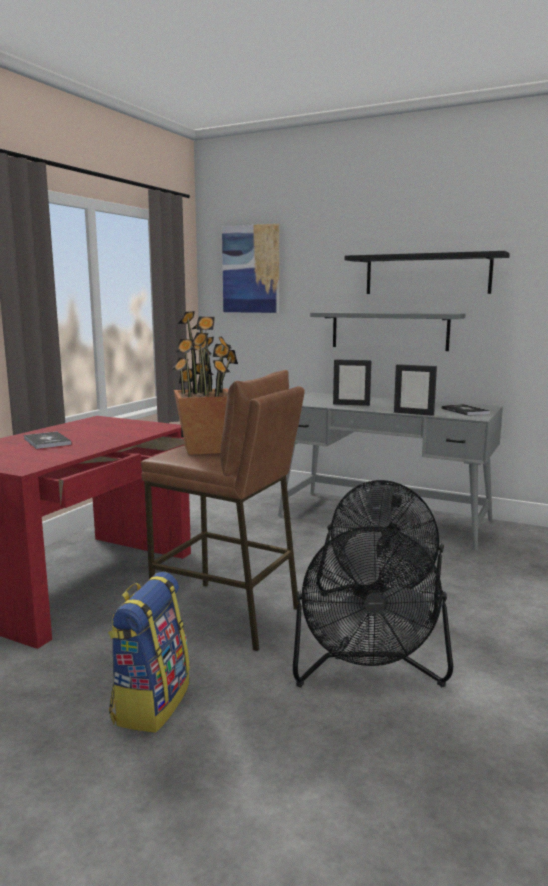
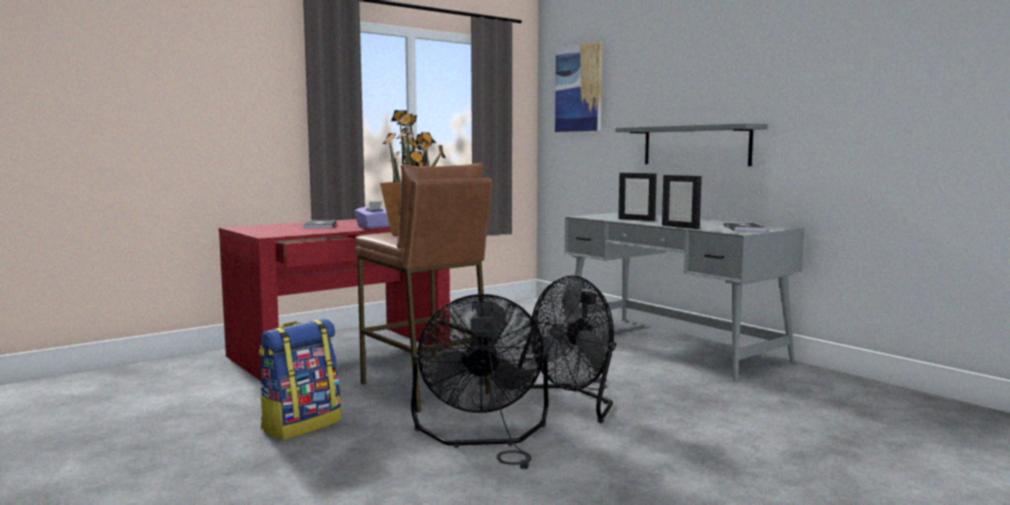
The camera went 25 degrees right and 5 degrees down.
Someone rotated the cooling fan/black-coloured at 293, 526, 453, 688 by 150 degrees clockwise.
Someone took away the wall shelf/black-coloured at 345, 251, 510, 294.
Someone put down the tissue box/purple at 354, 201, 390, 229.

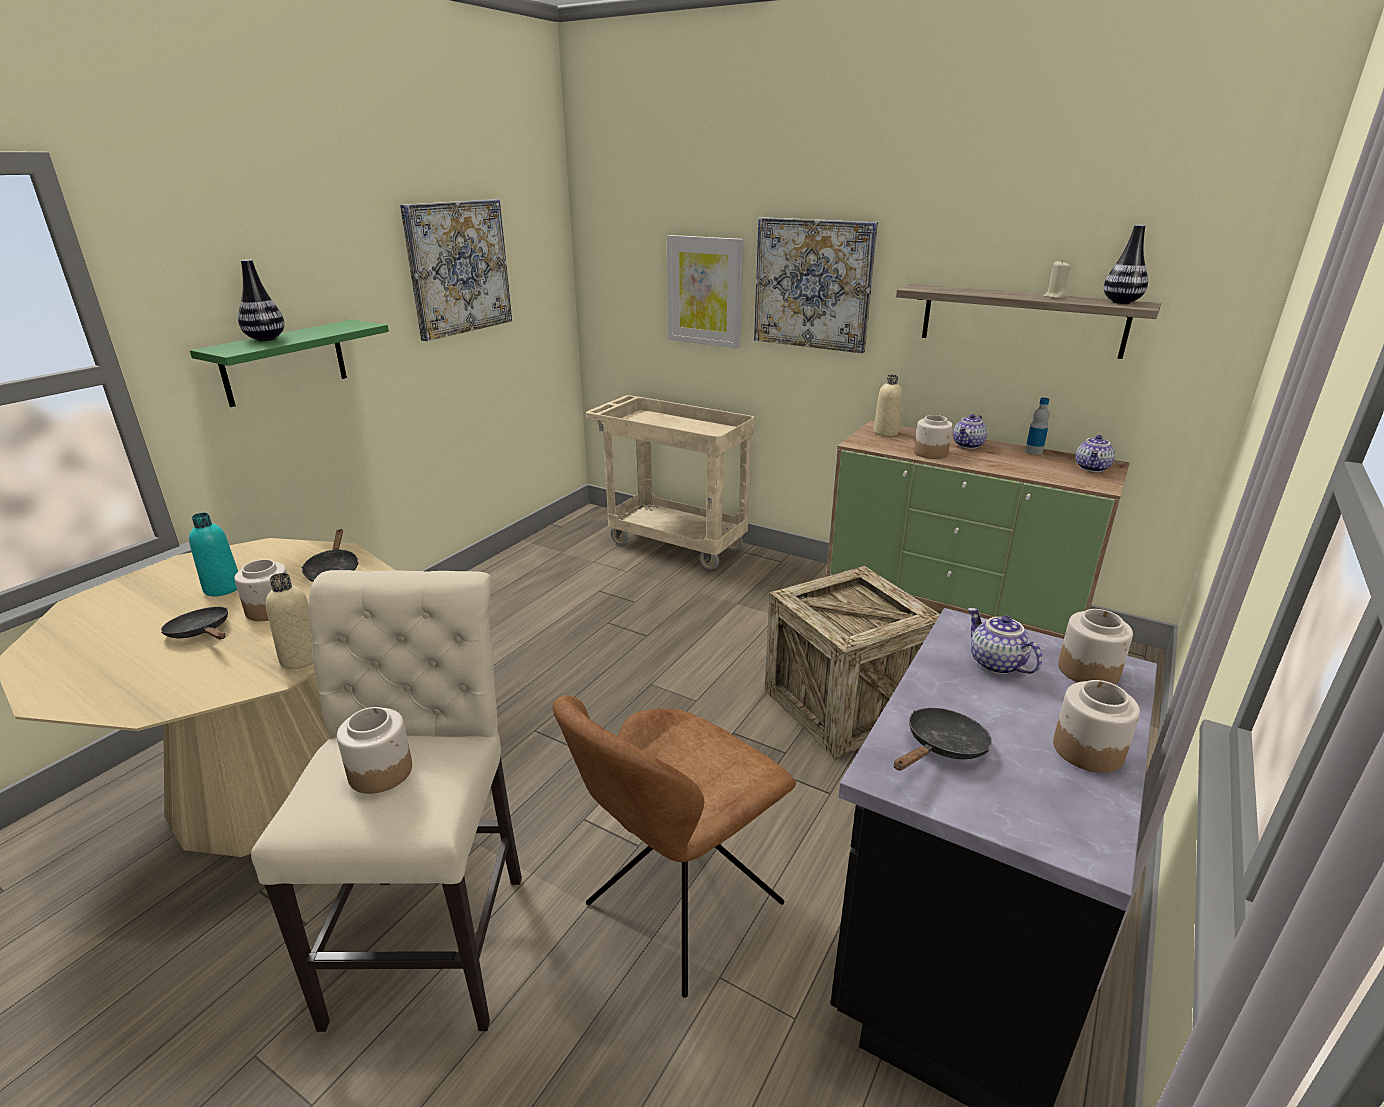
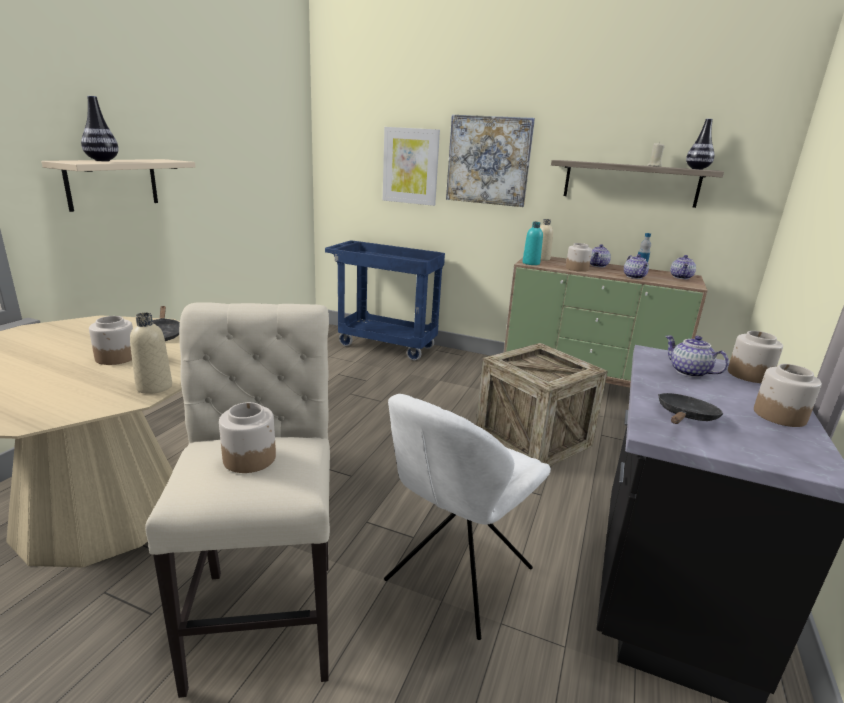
The camera went 10 degrees left and 5 degrees down.
Someone took away the skillet/black-coloured at 161, 607, 228, 640.
Someone carried the beverage bottle/turquoise from 189, 513, 238, 596 to 522, 222, 543, 265.
Someone repainted the wall shelf/greenish at 190, 320, 389, 407, which became the wall shelf/sand-coloured at 41, 159, 195, 212.
Someone took away the picture at 400, 199, 512, 341.
Someone repainted the chair/brownish at 552, 695, 796, 998, which became the chair/white at 384, 394, 551, 640.
Someone repainted the cart/sand-coloured at 586, 395, 754, 570, which became the cart/blue at 325, 240, 445, 361.
Someone put down the tea pot at 624, 254, 649, 279.

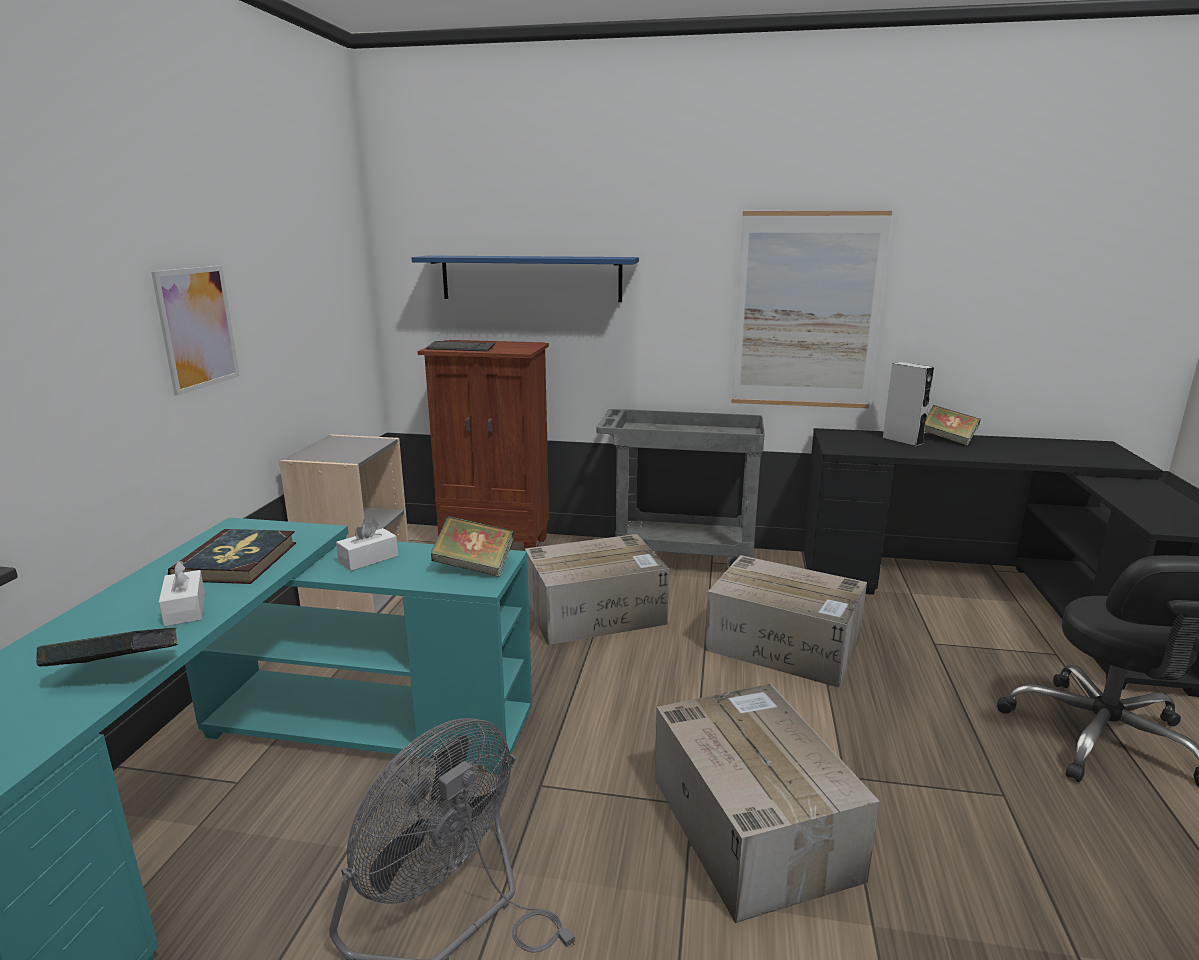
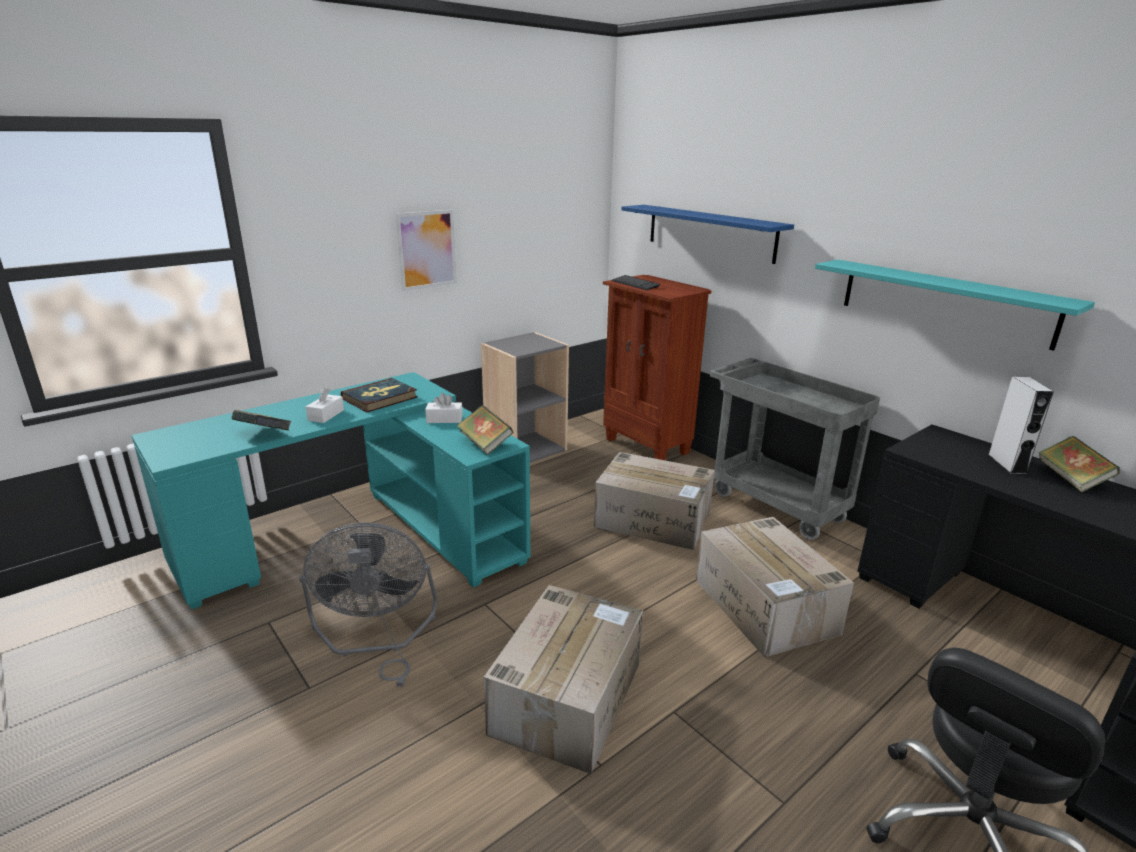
The camera went 40 degrees right and 5 degrees up.
Someone swapped the picture at 732, 211, 892, 408 for the wall shelf/turquoise at 815, 260, 1095, 351.

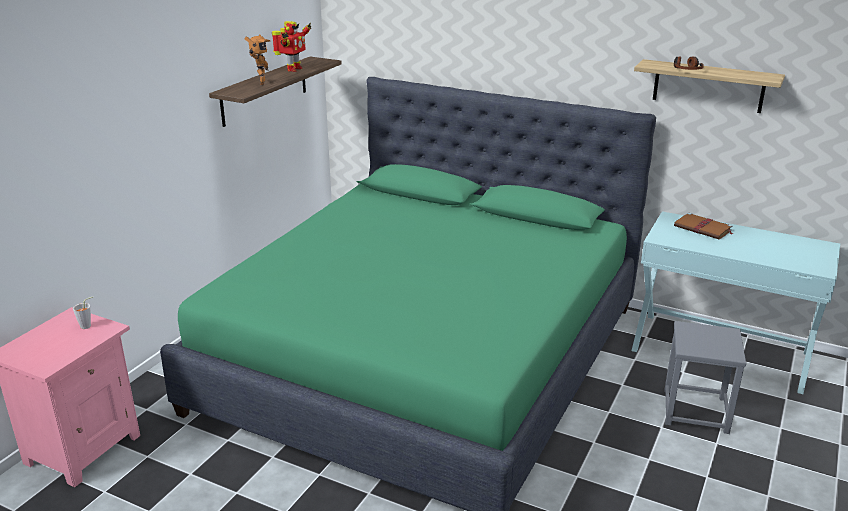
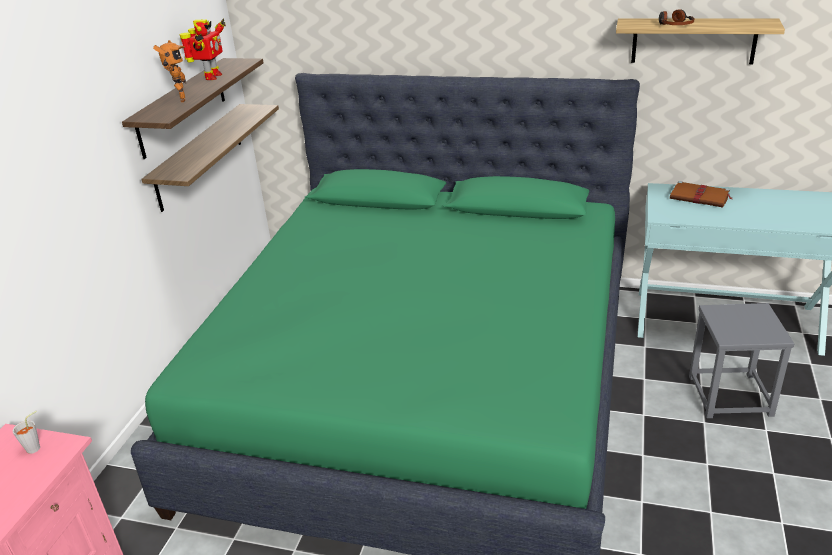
The camera went 10 degrees left and 5 degrees up.
Someone put up the wall shelf at 141, 104, 279, 212.

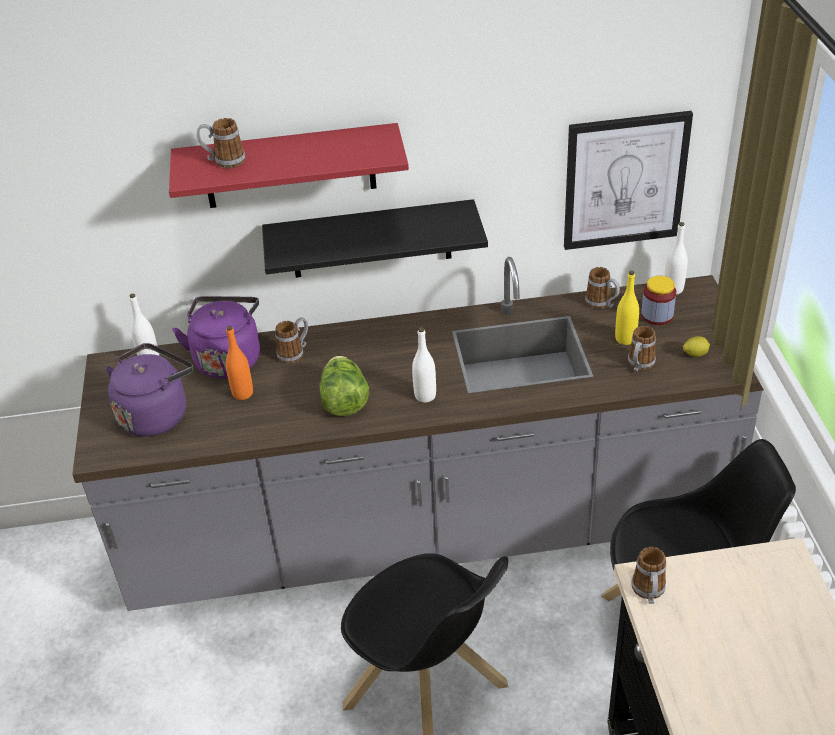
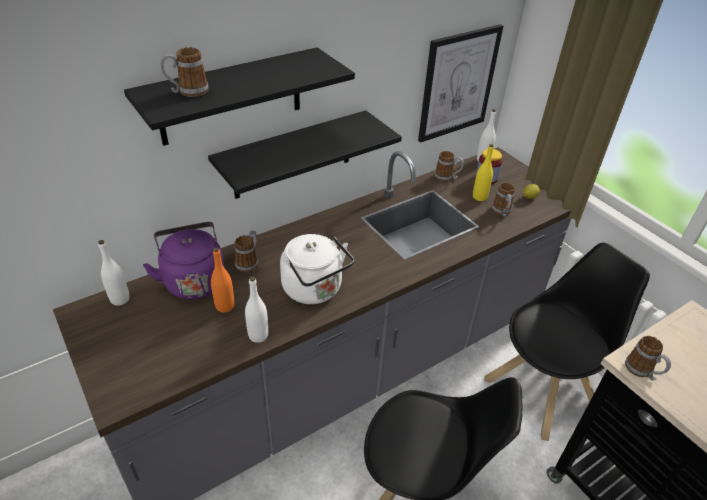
The camera went 30 degrees left and 0 degrees up.
Someone took away the water kettle/purple at 106, 343, 193, 437.
Someone repainted the wall shelf/red at 169, 123, 409, 208, which became the wall shelf/black-coloured at 124, 47, 355, 146.
Someone swapped the lettuce head at 319, 356, 369, 416 for the water kettle/white at 280, 234, 354, 304.
Someone carried the beverage bottle/white from 412, 327, 436, 403 to 245, 276, 268, 343.

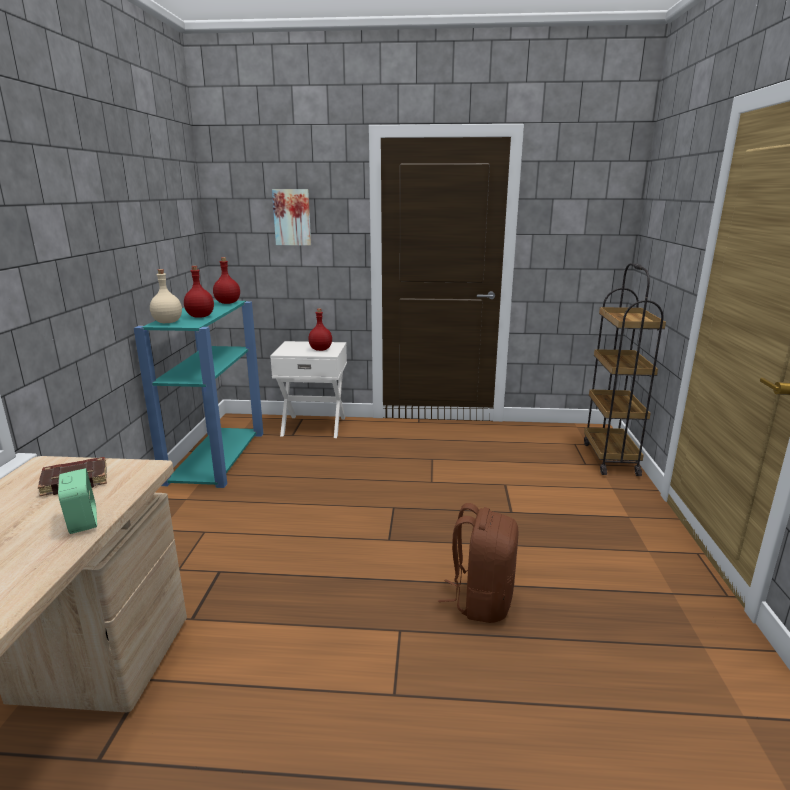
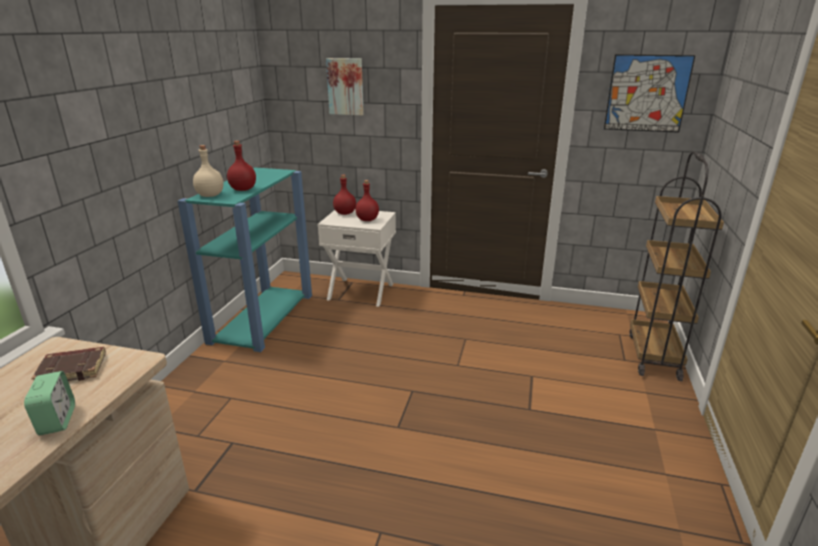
The camera went 10 degrees right and 5 degrees up.
Someone carried the beverage bottle/red from 213, 257, 240, 304 to 333, 175, 356, 215.
Someone took away the knapsack/brownish at 438, 503, 518, 623.
Someone put up the picture at 604, 54, 695, 133.

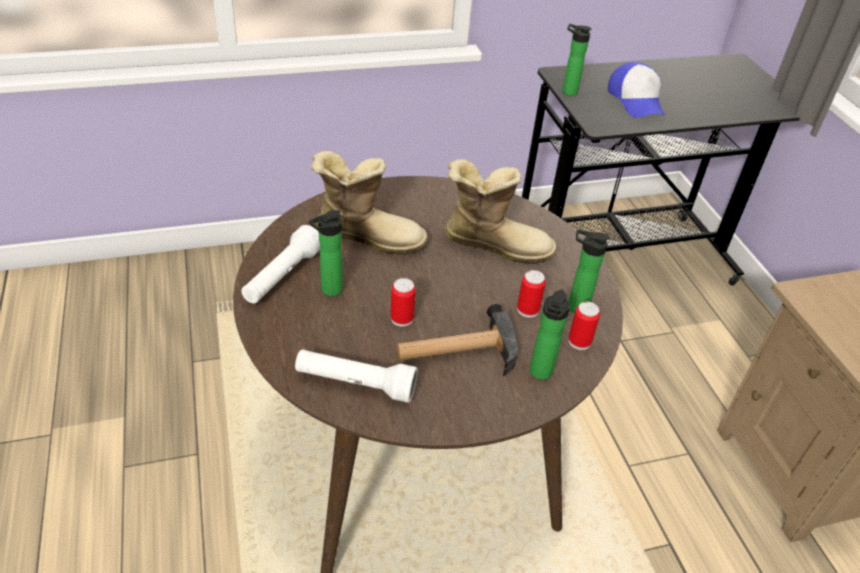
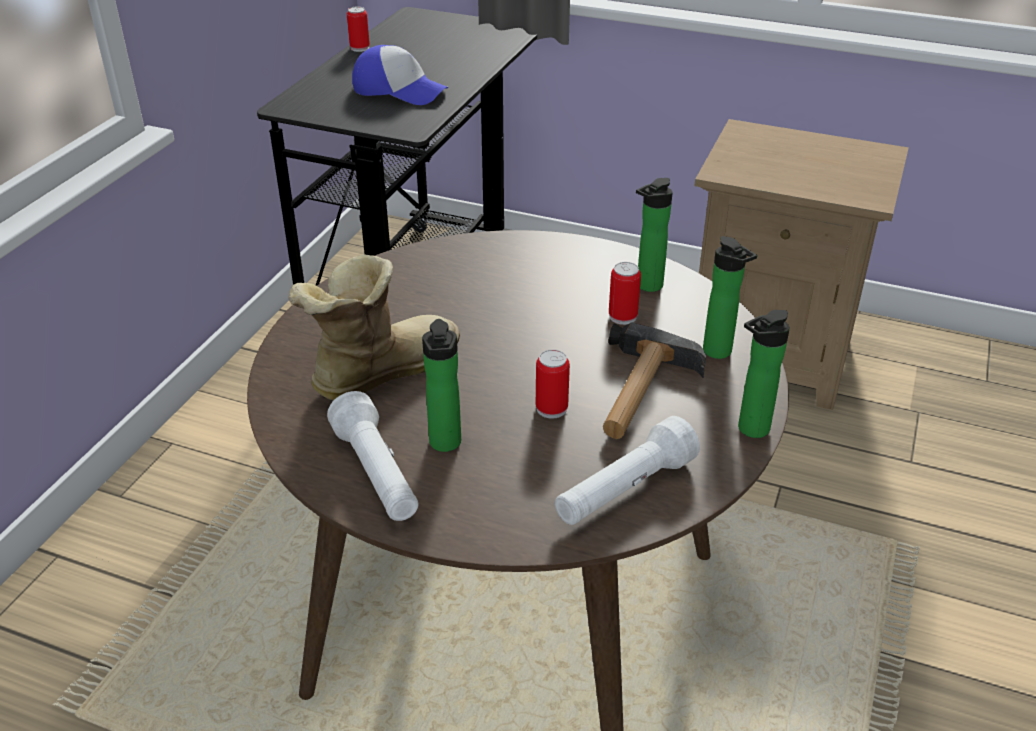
The camera went 50 degrees left and 5 degrees down.
Someone took away the boot at 446, 159, 556, 264.
Someone carried the beverage bottle from 562, 24, 592, 96 to 738, 310, 790, 438.
Someone carried the can from 569, 301, 600, 350 to 347, 7, 370, 52.

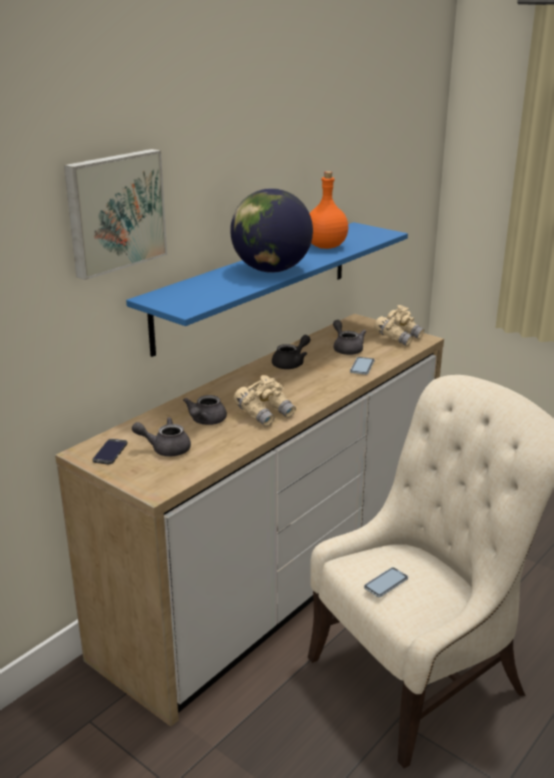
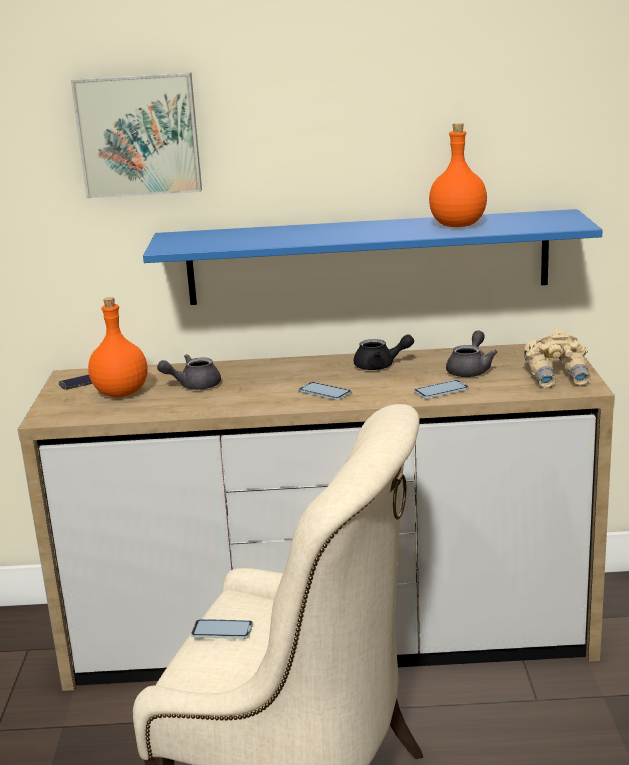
The camera went 50 degrees right and 5 degrees down.
Someone swapped the tea pot/gray at 132, 417, 191, 456 for the beverage bottle/orangey at 88, 297, 148, 397.
Someone took away the desk globe at 230, 188, 313, 273.
Someone took away the field glasses/sand-coloured at 234, 375, 296, 427.
Someone put down the handset at 299, 382, 351, 400.

